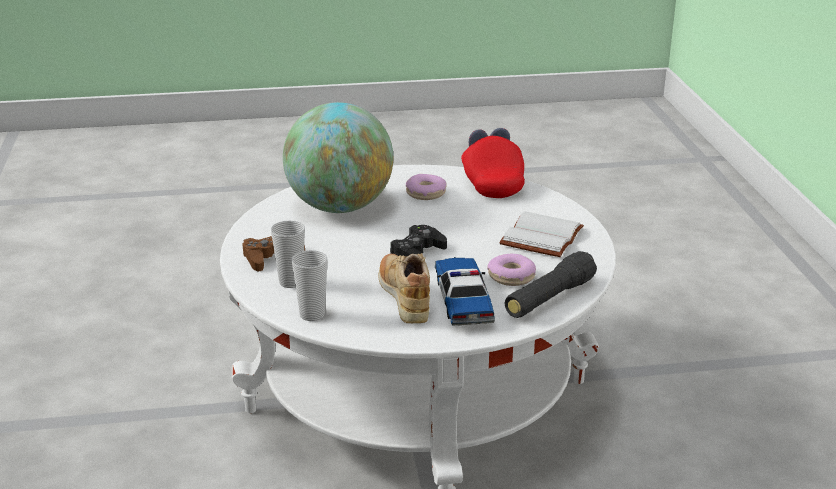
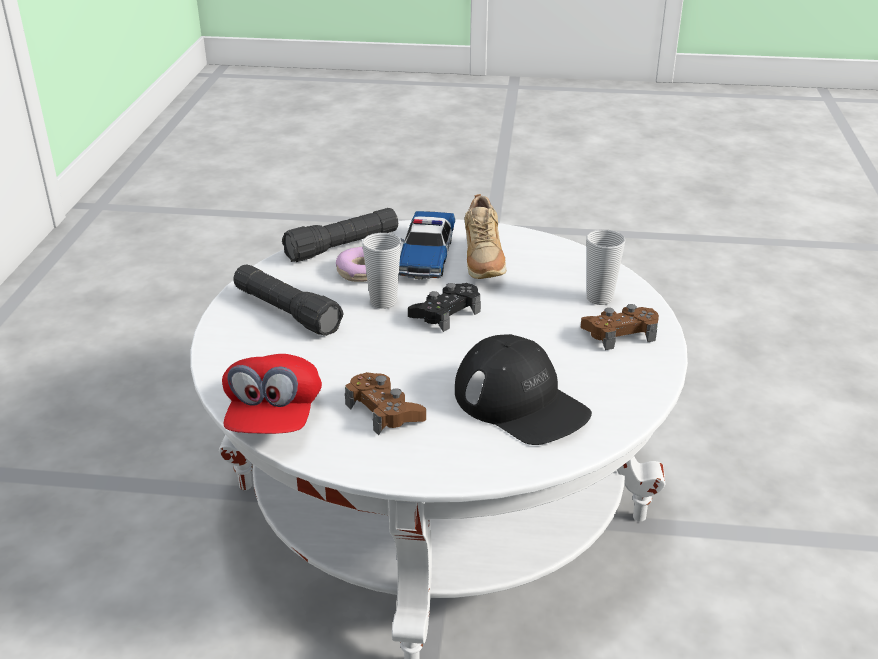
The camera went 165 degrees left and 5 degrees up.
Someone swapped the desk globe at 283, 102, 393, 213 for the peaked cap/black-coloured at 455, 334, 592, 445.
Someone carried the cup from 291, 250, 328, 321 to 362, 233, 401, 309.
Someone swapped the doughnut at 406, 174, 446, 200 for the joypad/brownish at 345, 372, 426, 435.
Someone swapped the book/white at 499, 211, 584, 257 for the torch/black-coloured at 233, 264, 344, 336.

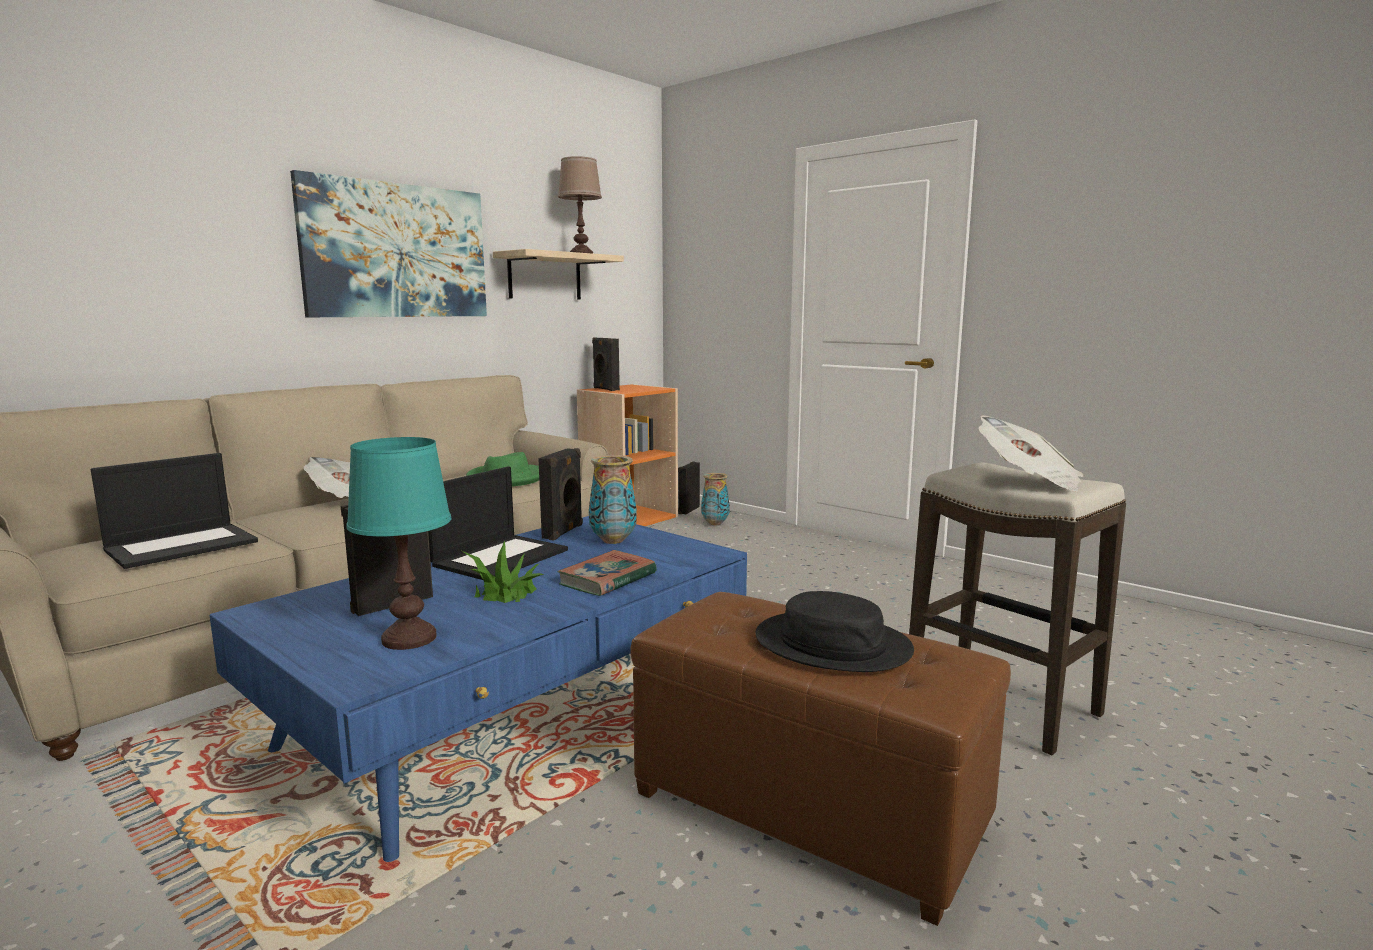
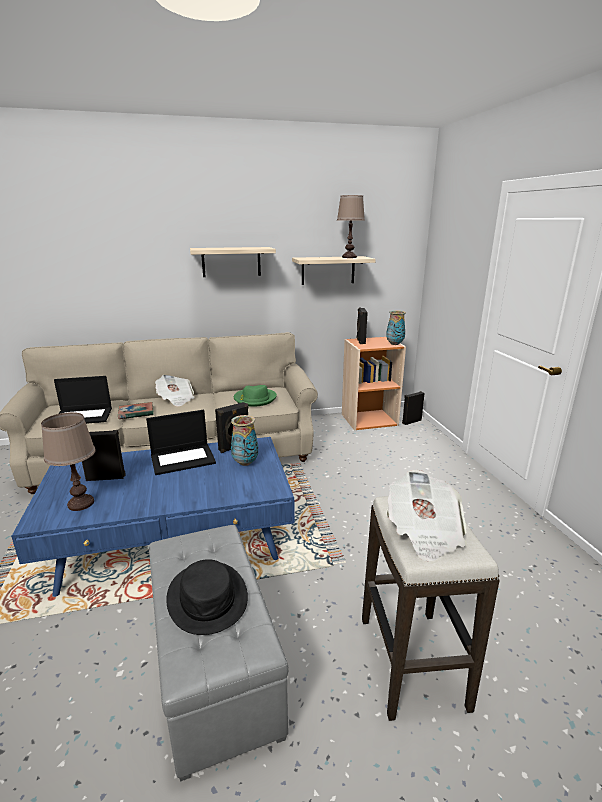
The camera went 35 degrees right and 10 degrees up.
Someone swapped the picture at 290, 170, 487, 317 for the wall shelf at 190, 247, 276, 277.
Someone repainted the lamp for a table/turquoise at 346, 437, 452, 650, which became the lamp for a table/brownish at 41, 412, 96, 511.
Someone took away the plant in a pot at 462, 540, 544, 603.
Someone carried the book from 557, 550, 657, 596 to 118, 402, 153, 419.
Someone repainted the footrest/brownish at 630, 592, 1011, 926, which became the footrest/gray at 149, 525, 289, 782.
Someone carried the flower vase from 701, 473, 730, 525 to 386, 310, 406, 345.

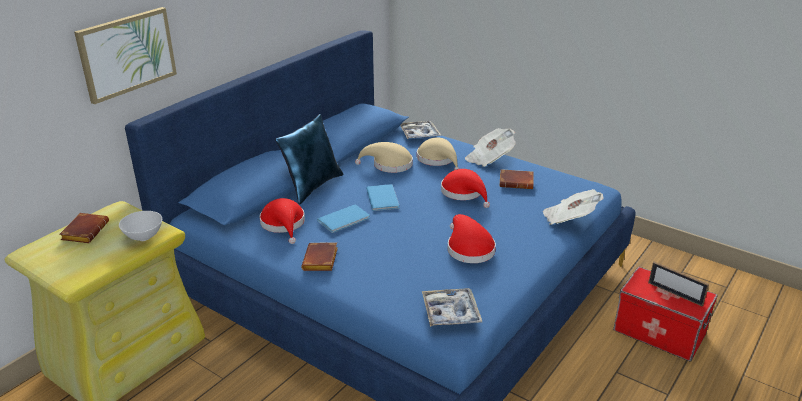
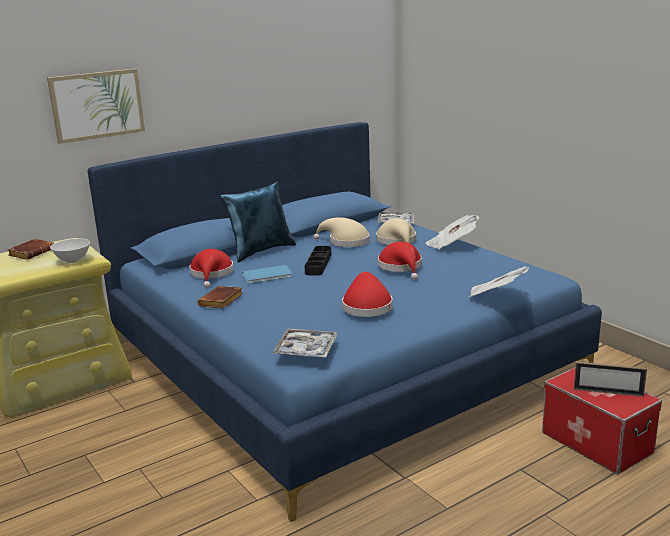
The camera went 20 degrees right and 10 degrees down.
Someone swapped the book/blue at 366, 184, 399, 211 for the carrying tray/black-coloured at 305, 246, 332, 276.
Someone took away the book/brownish at 499, 169, 534, 189.
Someone rotated the standing frame at 648, 262, 709, 307 by 45 degrees counterclockwise.

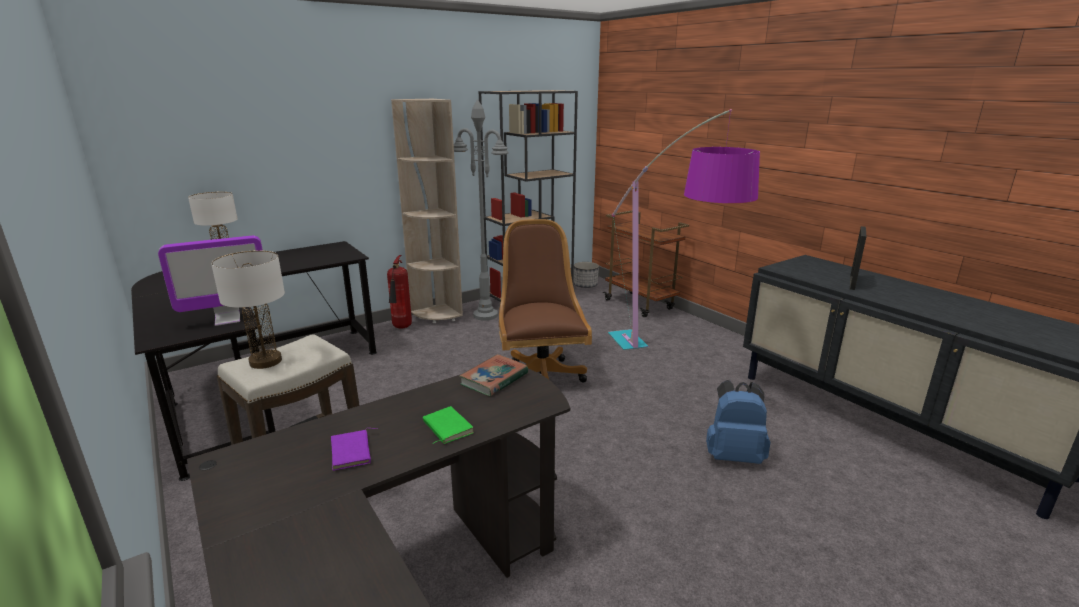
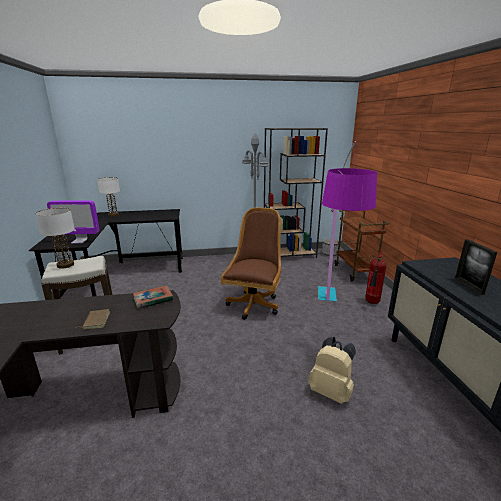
The camera went 25 degrees right and 0 degrees up.
Someone took away the book/purple at 331, 428, 377, 471.
Someone carried the extinguisher from 387, 255, 412, 329 to 366, 251, 386, 304.
Someone took away the bookcase/sand-coloured at 391, 99, 463, 323.
Someone repainted the book/greenish at 423, 406, 474, 444, which became the book/brownish at 75, 309, 110, 329.
Someone repainted the knapsack/blue at 706, 380, 771, 464, which became the knapsack/sand-coloured at 308, 337, 356, 404.
Someone rotated the standing frame at 850, 226, 867, 290 by 60 degrees counterclockwise.

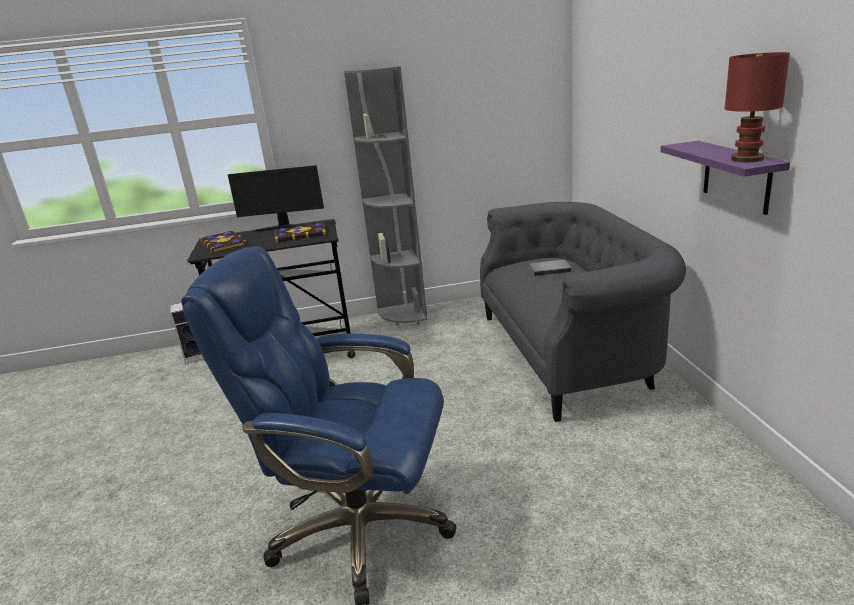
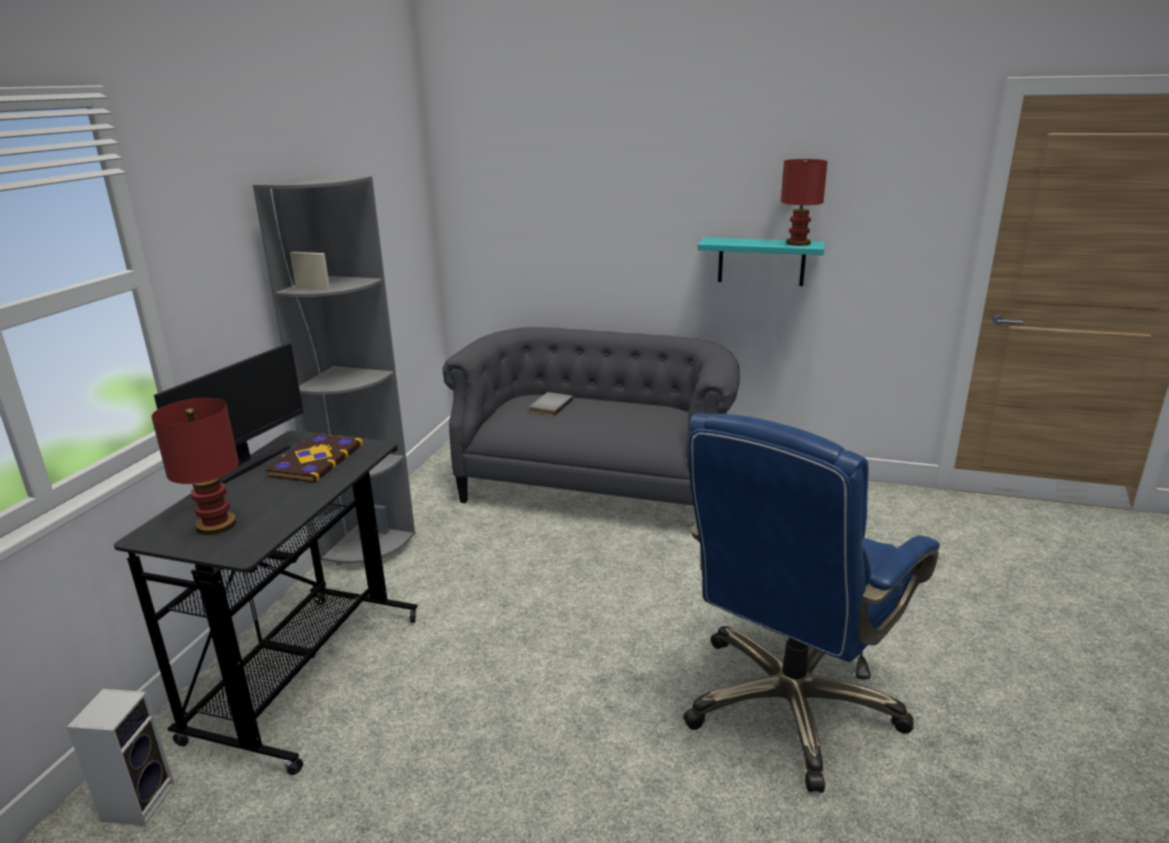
The camera went 65 degrees left and 0 degrees up.
Someone swapped the book at 201, 231, 246, 253 for the lamp for a table/red at 151, 398, 239, 535.
Someone repainted the wall shelf/purple at 660, 141, 790, 215, which became the wall shelf/turquoise at 697, 237, 825, 286.

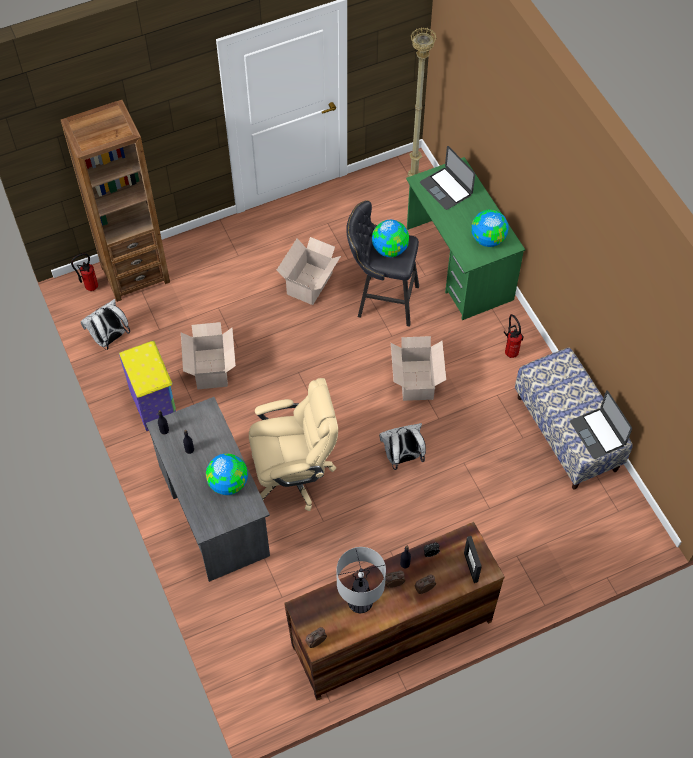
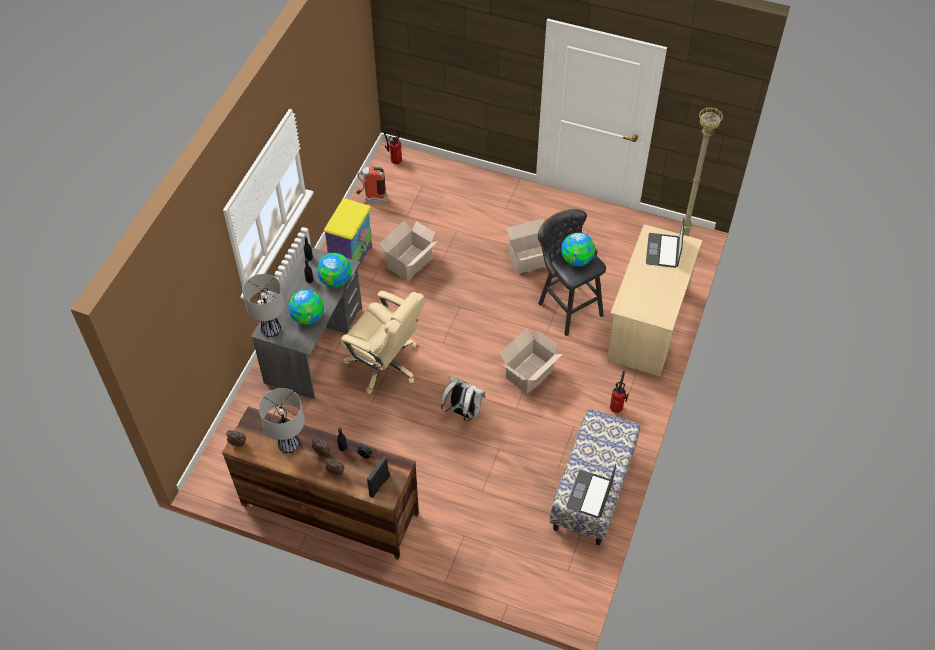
The camera went 45 degrees right and 5 degrees down.
Someone took away the bookcase/brownish at 61, 100, 170, 302.
Someone swapped the knapsack/white at 81, 299, 130, 350 for the extinguisher at 356, 166, 387, 203.
Someone repainted the desk table/greenish at 406, 157, 525, 320, which became the desk table/sand-coloured at 607, 224, 703, 376.
Someone carried the desk globe from 471, 209, 509, 247 to 317, 253, 351, 287.
Someone put down the lamp for a table at 242, 274, 285, 337.

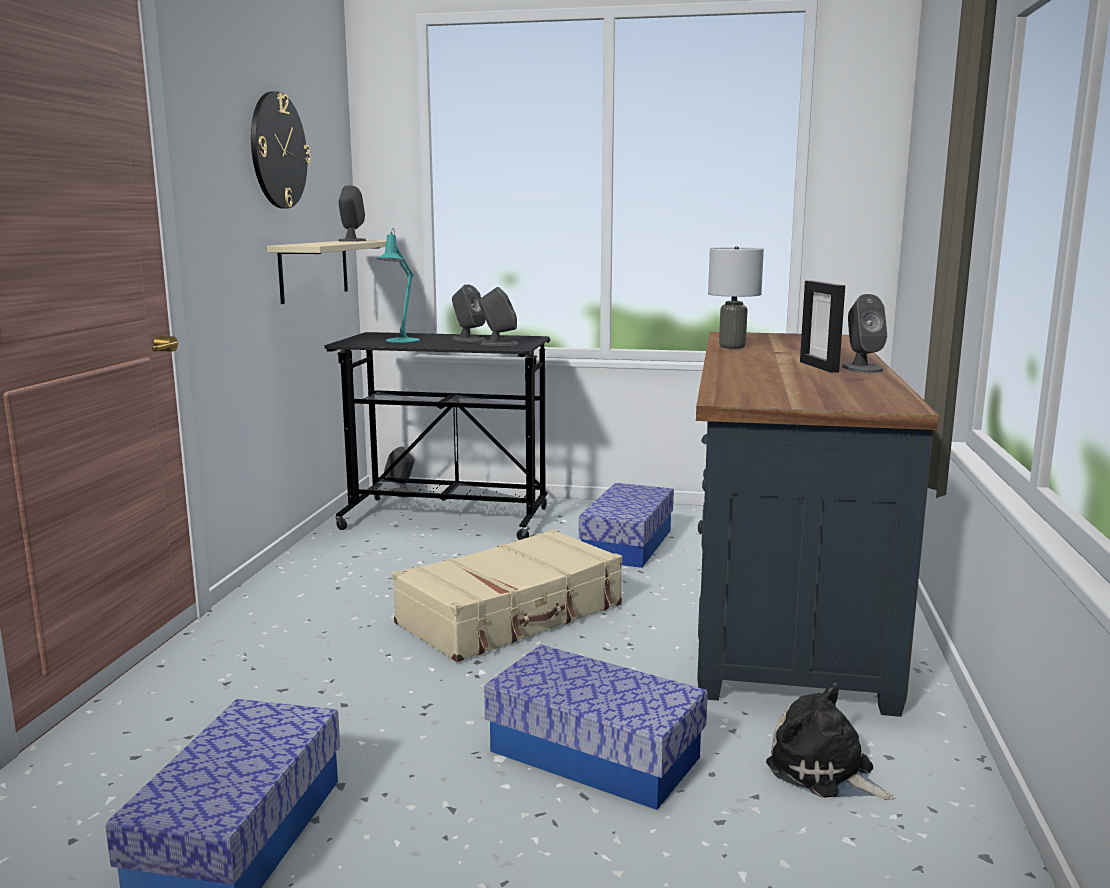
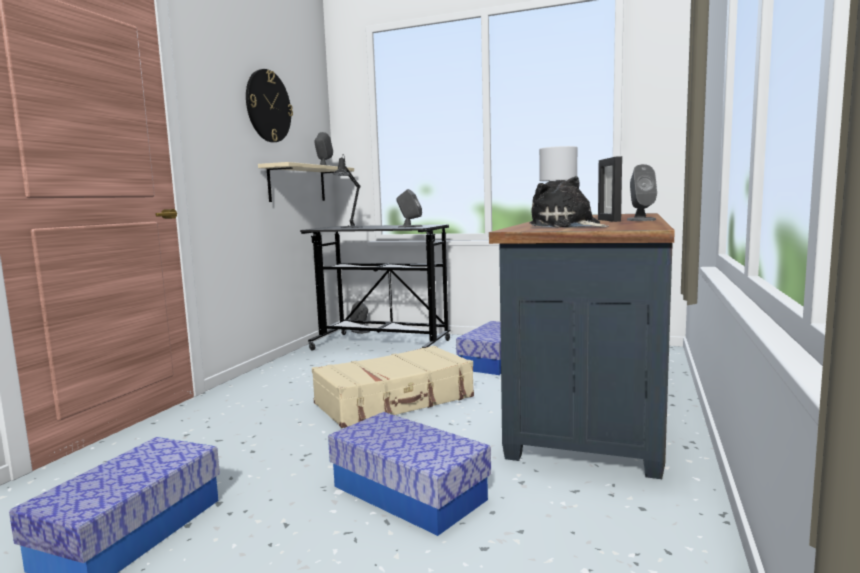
The camera went 10 degrees right and 5 degrees down.
Someone repainted the lamp for a table/turquoise at 377, 228, 420, 343, which became the lamp for a table/black-coloured at 332, 154, 363, 228.
Someone took away the loudspeaker/gray at 452, 284, 486, 342.
Someone carried the plush toy from 766, 683, 896, 800 to 529, 176, 609, 227.

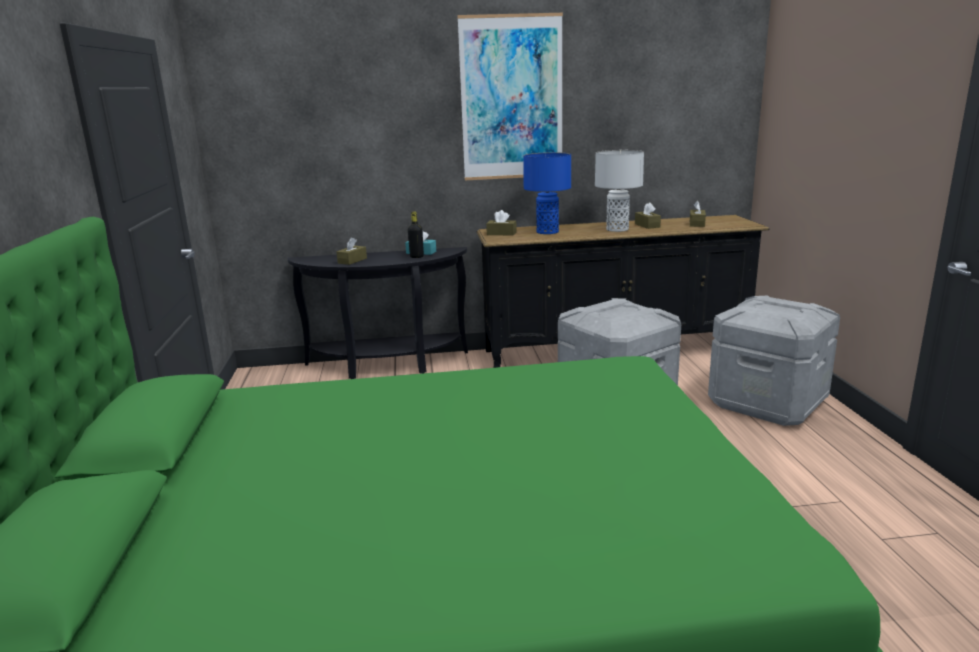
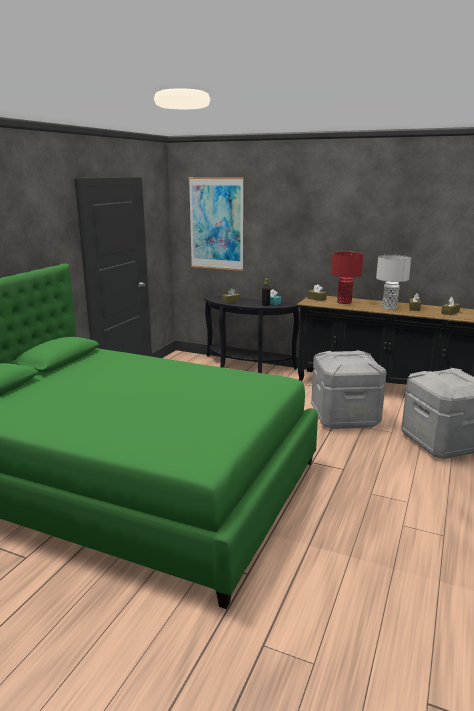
The camera went 30 degrees right and 0 degrees up.
Someone carried the picture from 457, 13, 563, 180 to 189, 177, 244, 271.
Someone repainted the lamp for a table/blue at 523, 152, 571, 234, which became the lamp for a table/red at 331, 251, 363, 304.

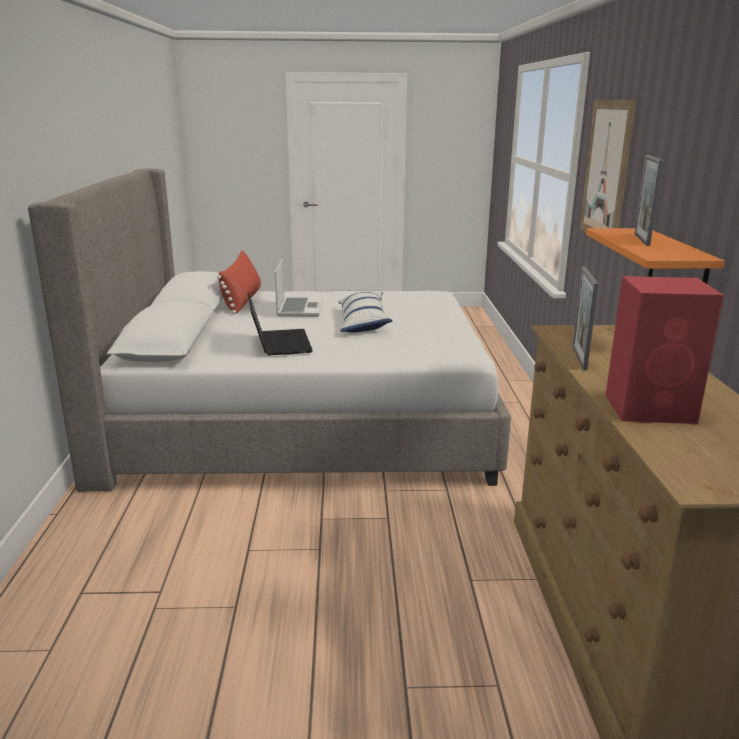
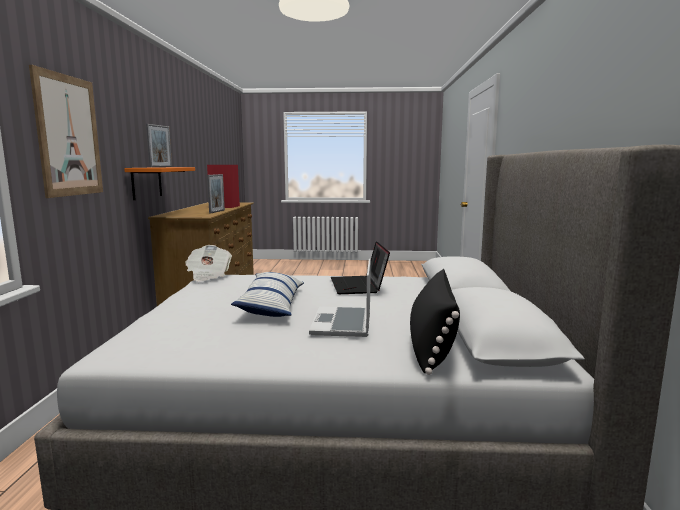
The camera went 175 degrees left and 10 degrees down.
Someone repainted the throw pillow/red at 217, 251, 261, 314, which became the throw pillow/black-coloured at 410, 269, 460, 375.
Someone put down the printed paper at 185, 245, 232, 281.

